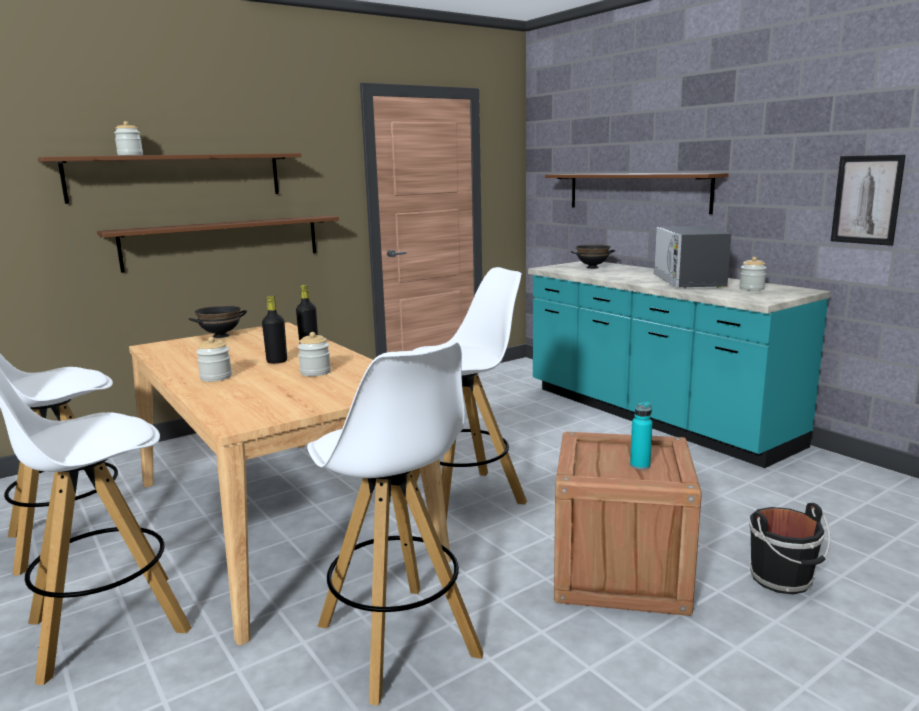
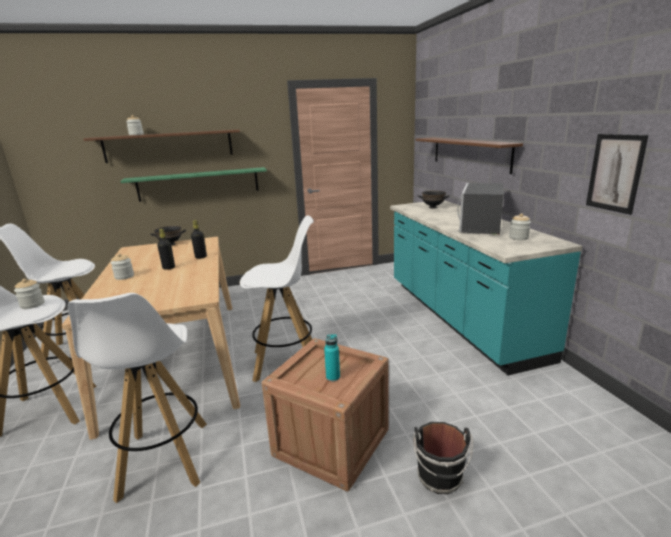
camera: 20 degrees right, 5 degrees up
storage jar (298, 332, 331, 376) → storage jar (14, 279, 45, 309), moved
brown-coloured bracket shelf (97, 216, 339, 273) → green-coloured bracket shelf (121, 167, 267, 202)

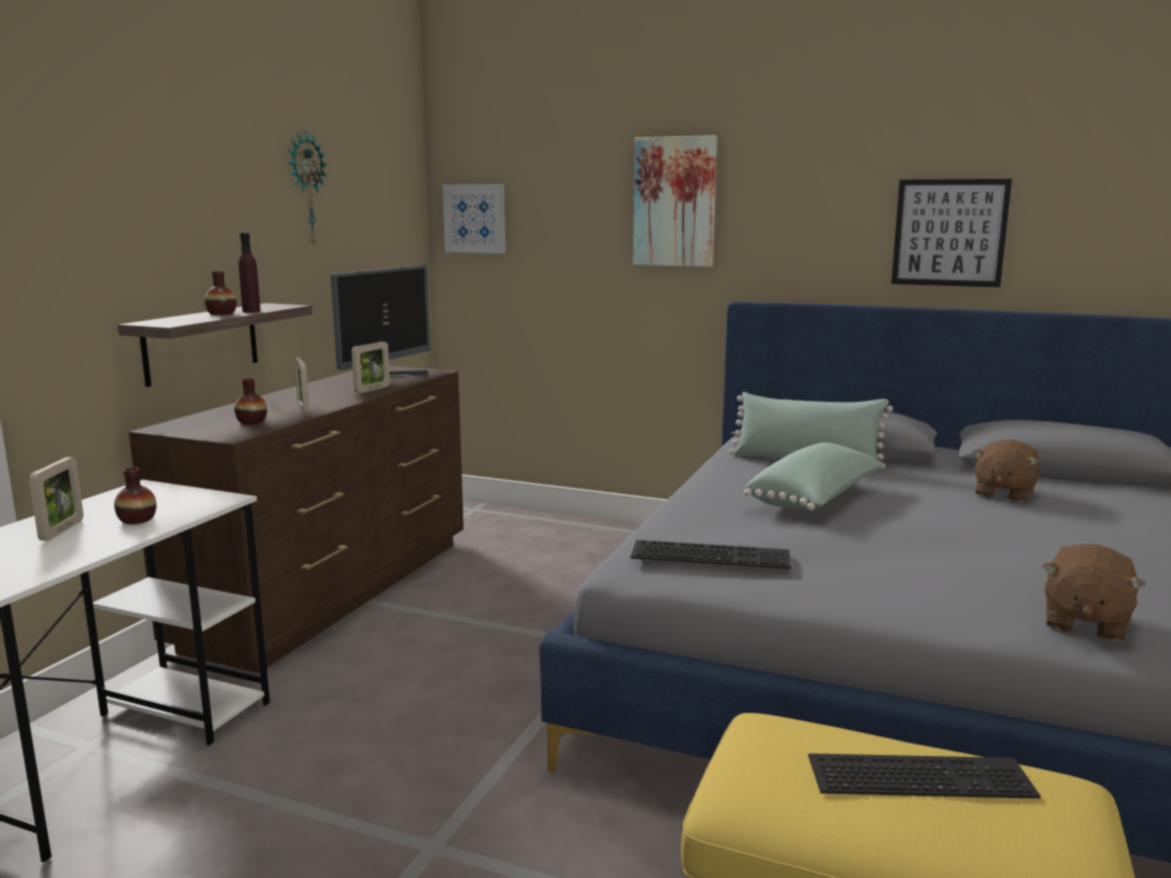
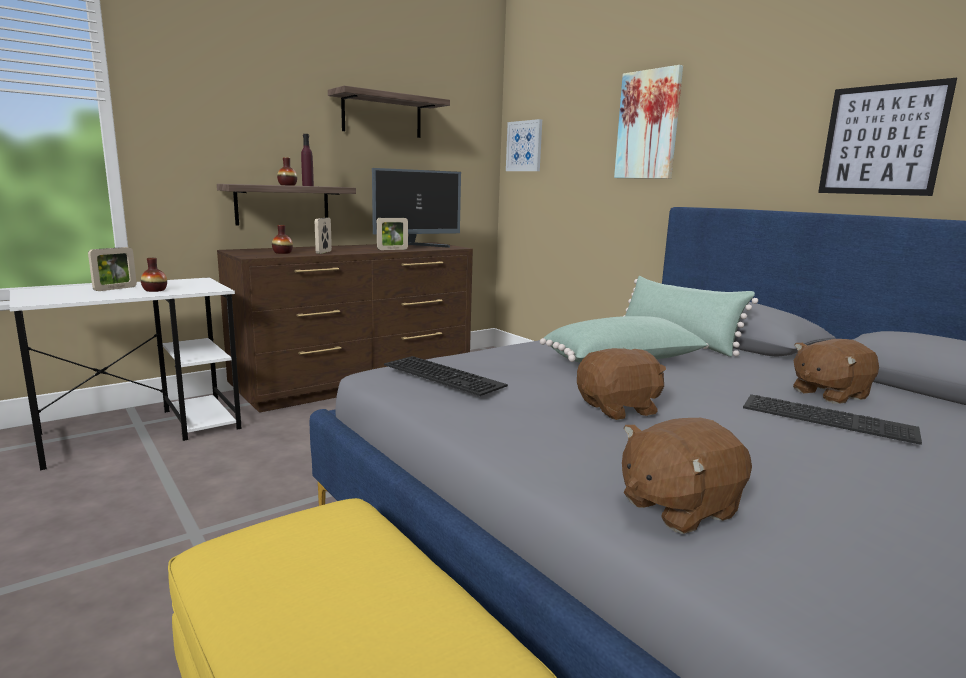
camera: 30 degrees right, 0 degrees up
hanging clock (287, 131, 328, 245) → bracket shelf (328, 86, 450, 138)
- → brown-coloured soft toy (577, 348, 666, 420)
computer keyboard (808, 753, 1041, 799) → computer keyboard (743, 394, 922, 445), moved

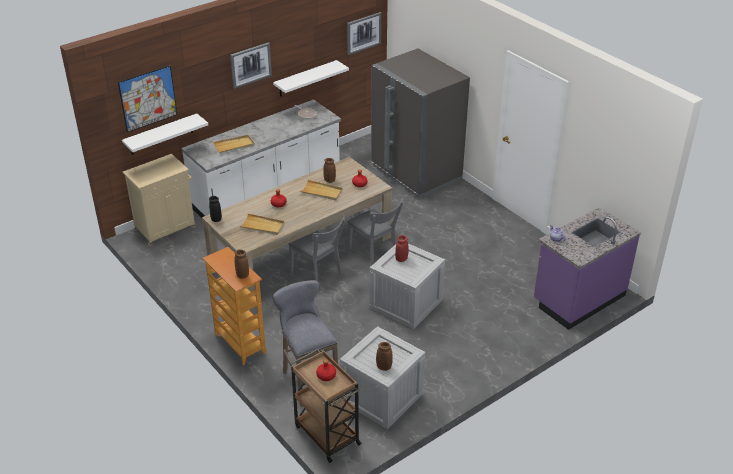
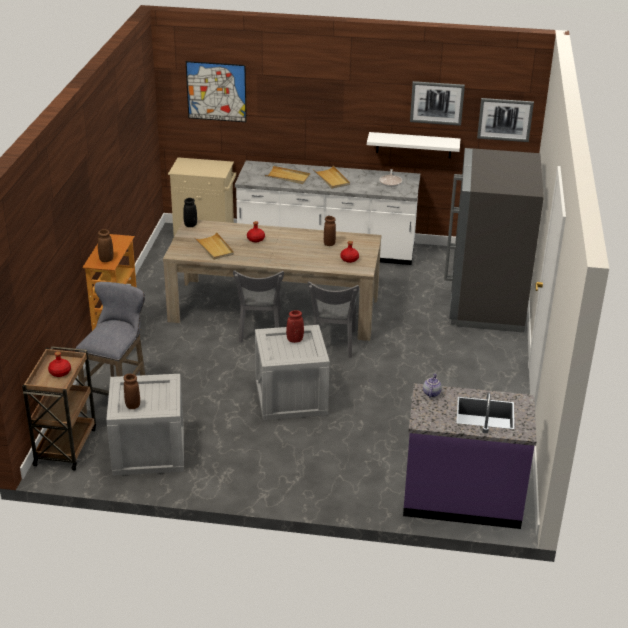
camera: 45 degrees right, 5 degrees down
beige-coloured serving tray (300, 180, 343, 200) → beige-coloured serving tray (313, 166, 350, 188), moved
picture (230, 42, 272, 89) → picture (410, 81, 465, 126), moved
whitish bracket shelf (122, 114, 208, 155) → -

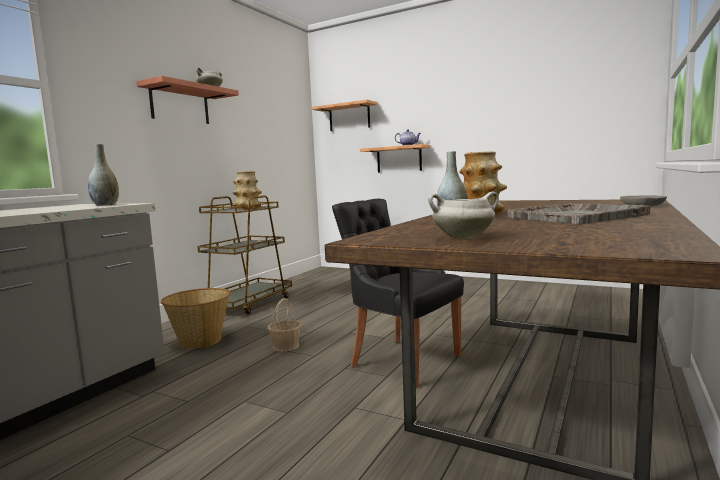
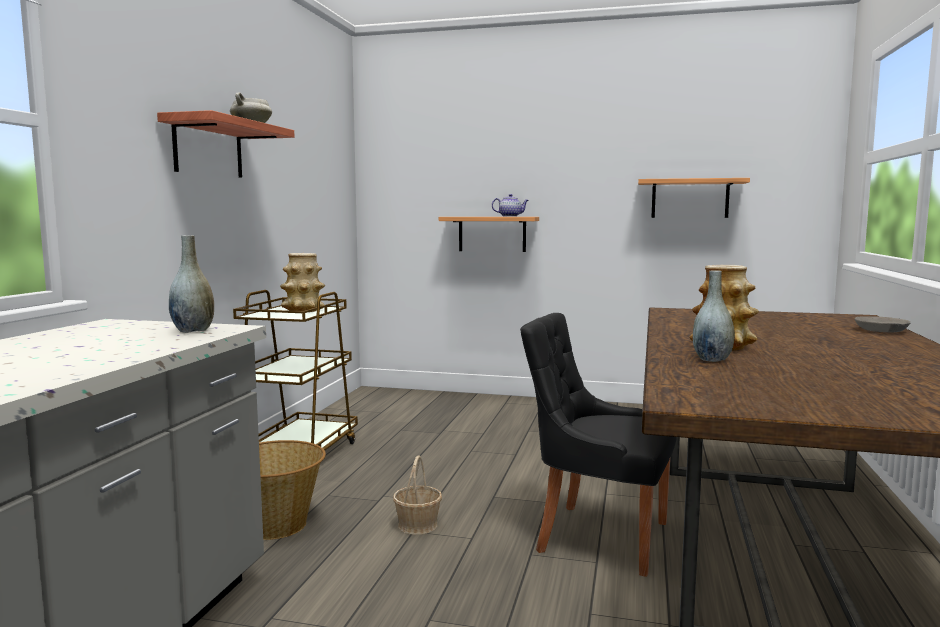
camera: 15 degrees left, 0 degrees up
bracket shelf (311, 100, 377, 131) → bracket shelf (638, 178, 750, 218), moved
whitish cooking pot (428, 192, 498, 239) → -
greyish serving tray (507, 203, 650, 224) → -

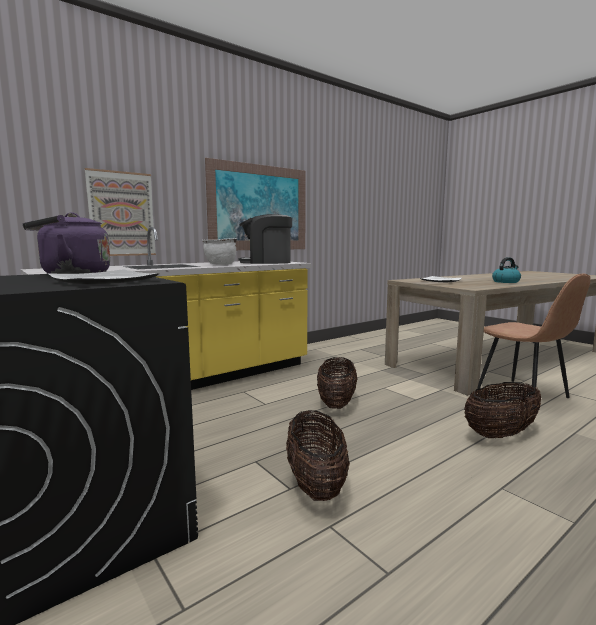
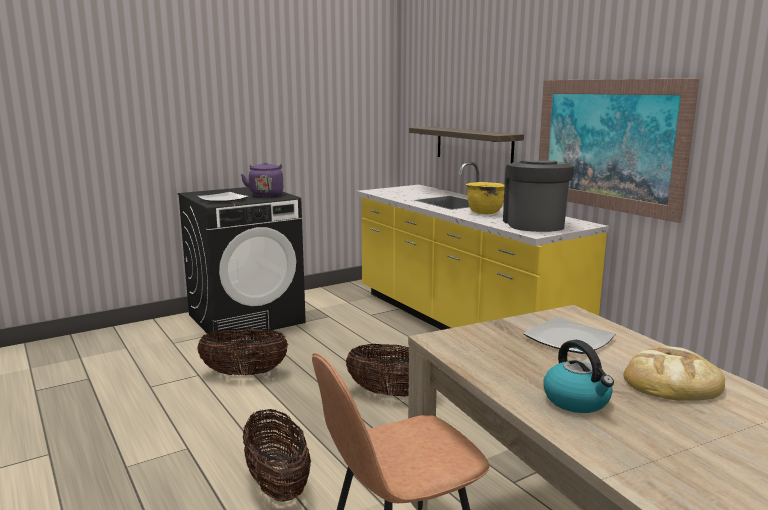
camera: 95 degrees right, 5 degrees up
picture (85, 168, 156, 256) → bracket shelf (409, 127, 524, 163)
whitish cooking pot (202, 238, 237, 265) → yellow-coloured cooking pot (466, 182, 505, 214)
- → bread (624, 346, 725, 401)

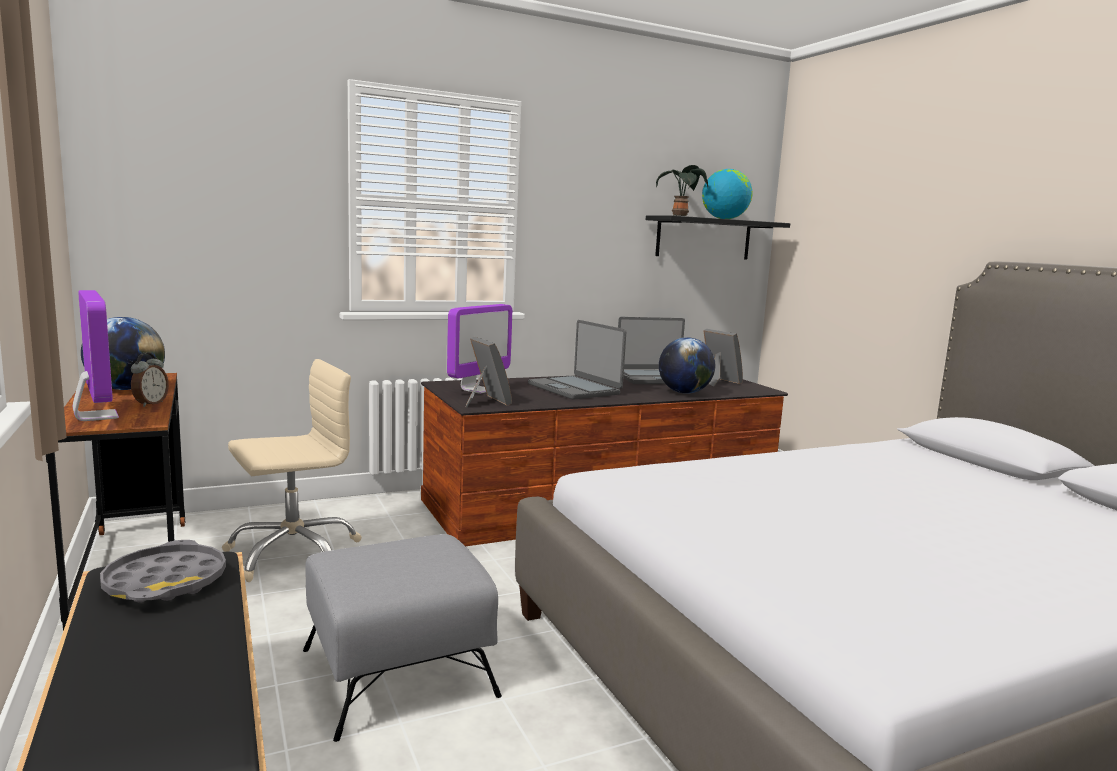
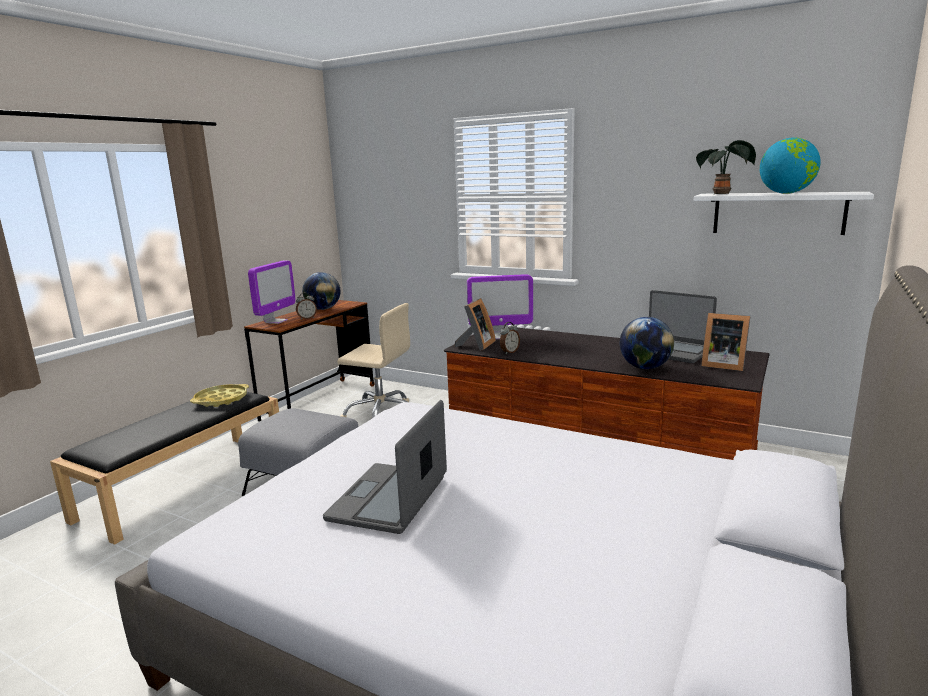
camera: 55 degrees right, 5 degrees up
greyish serving tray (100, 540, 226, 602) → yellow-coloured serving tray (190, 384, 249, 407)
laptop (528, 320, 626, 400) → laptop (323, 400, 447, 534), moved
- → table clock (500, 322, 520, 354)
black bracket shelf (646, 215, 790, 260) → whitish bracket shelf (694, 192, 874, 235)
picture frame (703, 329, 743, 386) → picture frame (701, 313, 750, 371), 105 degrees clockwise

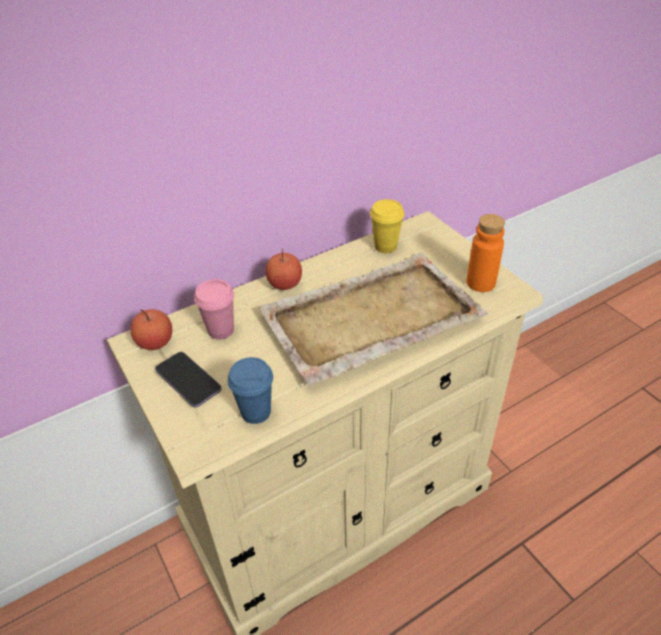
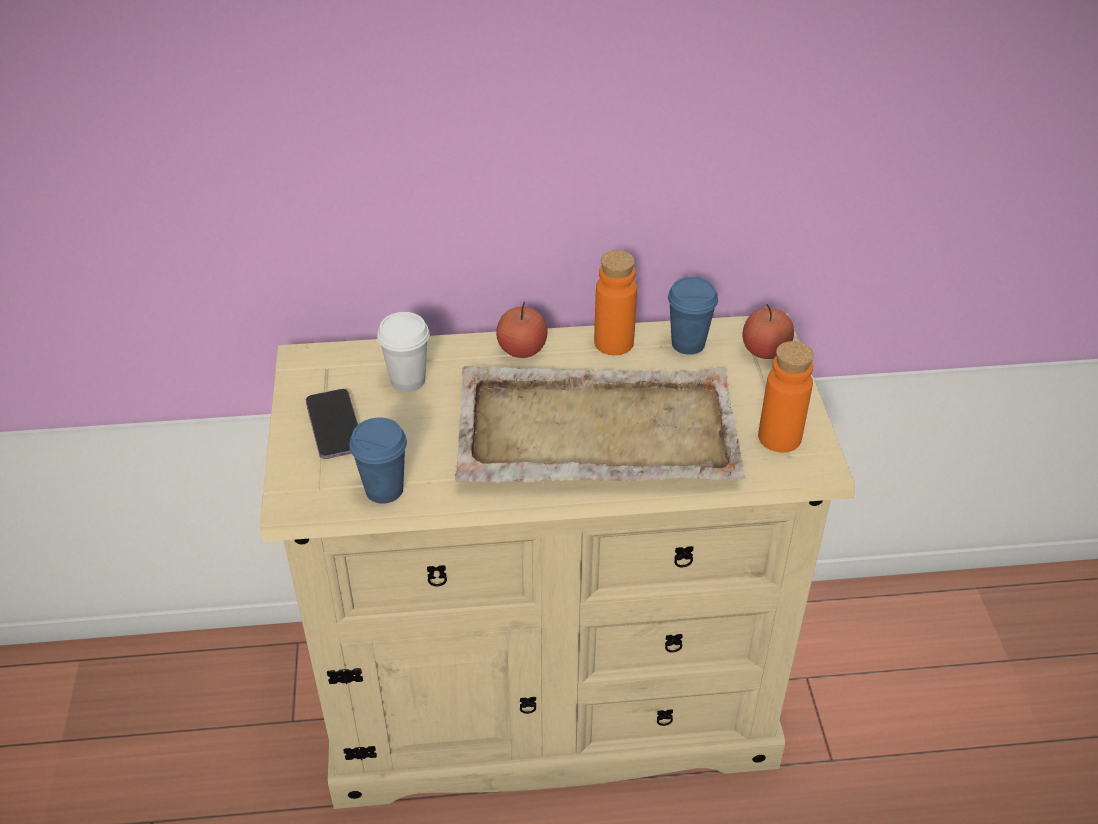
camera: 25 degrees right, 0 degrees up
pinkish drinking cup (194, 279, 234, 339) → whitish drinking cup (377, 312, 429, 392)
- → orange-coloured drink bottle (594, 250, 637, 355)
yellow-coloured drinking cup (370, 199, 404, 253) → bluish drinking cup (668, 277, 718, 355)
apple fruit (131, 309, 172, 350) → apple fruit (743, 304, 794, 359), moved

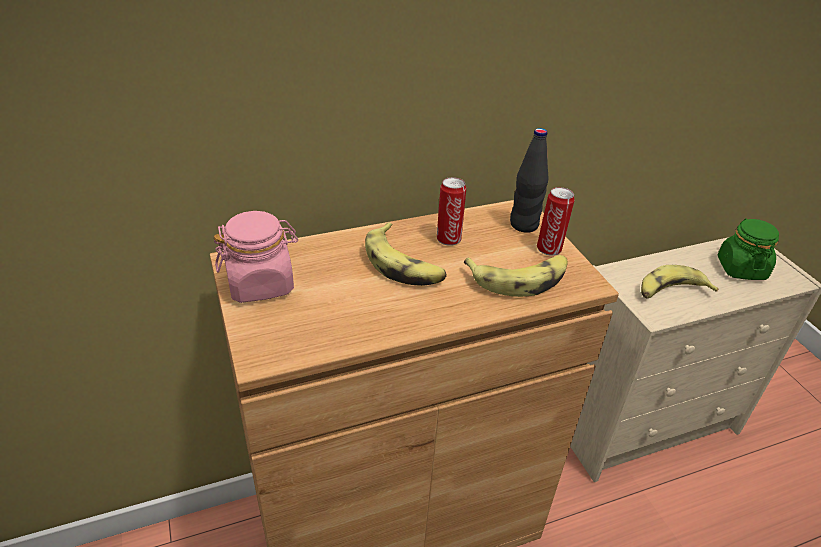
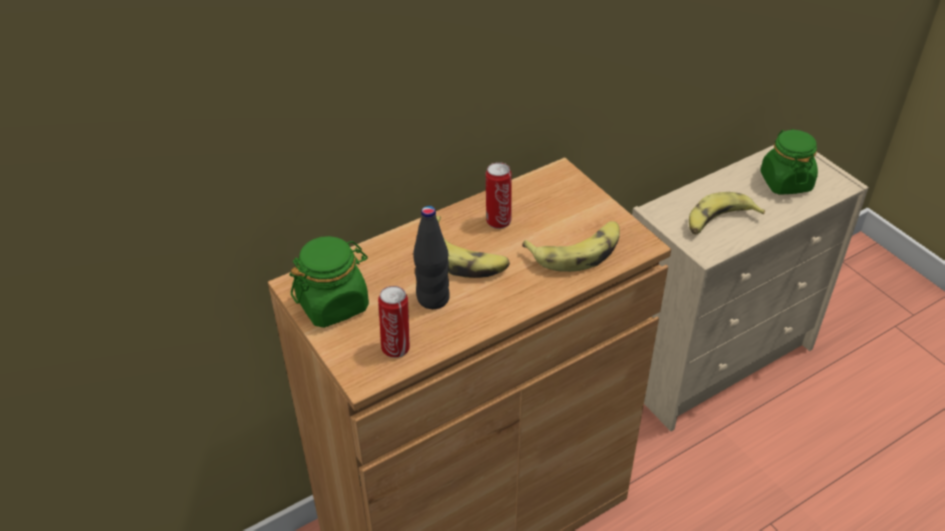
camera: 10 degrees left, 5 degrees up
pinkish storage jar (214, 211, 298, 303) → green-coloured storage jar (290, 236, 369, 328)
metal can (537, 187, 575, 256) → metal can (378, 286, 410, 358), moved
black drink bottle (510, 128, 549, 233) → black drink bottle (413, 206, 450, 309), moved

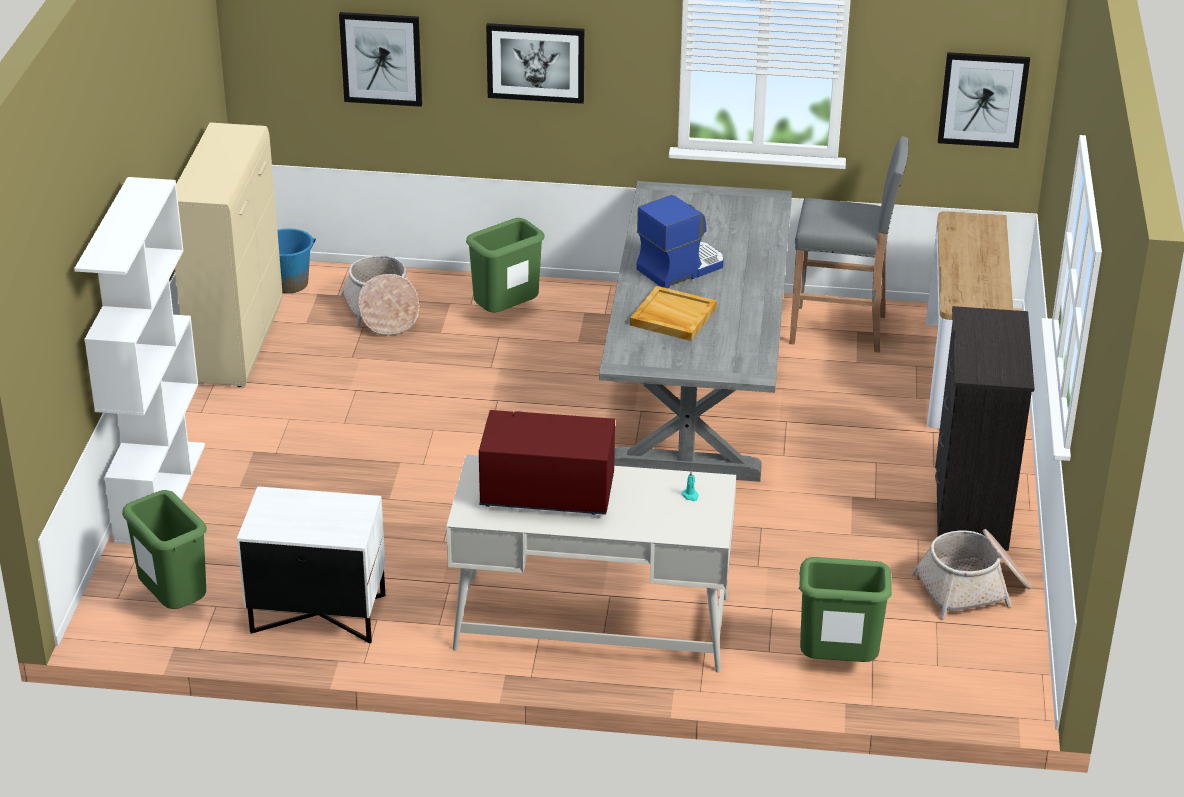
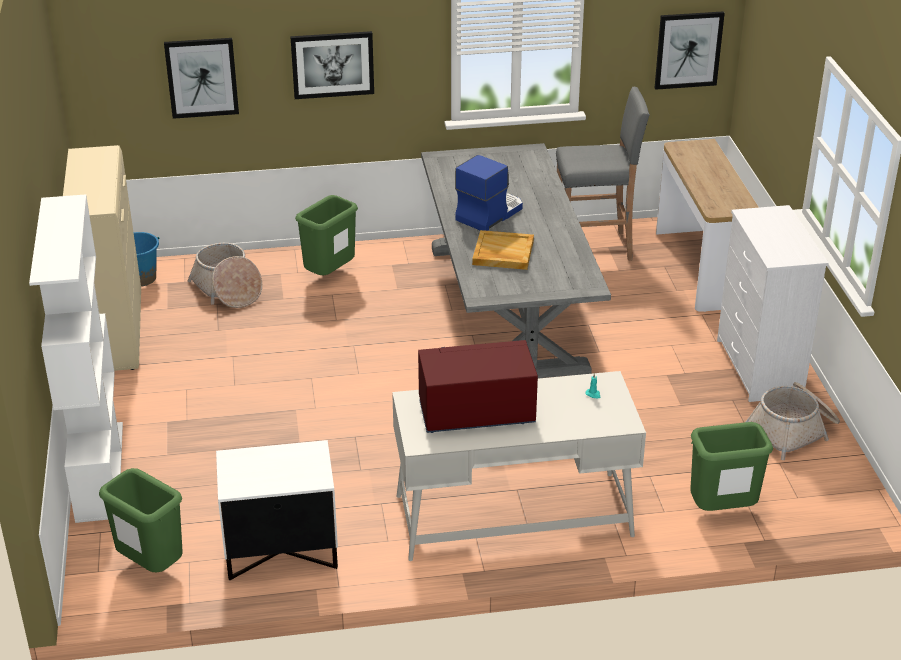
camera: 15 degrees left, 0 degrees up
black dresser (935, 306, 1034, 551) → whitish dresser (717, 205, 829, 402)

